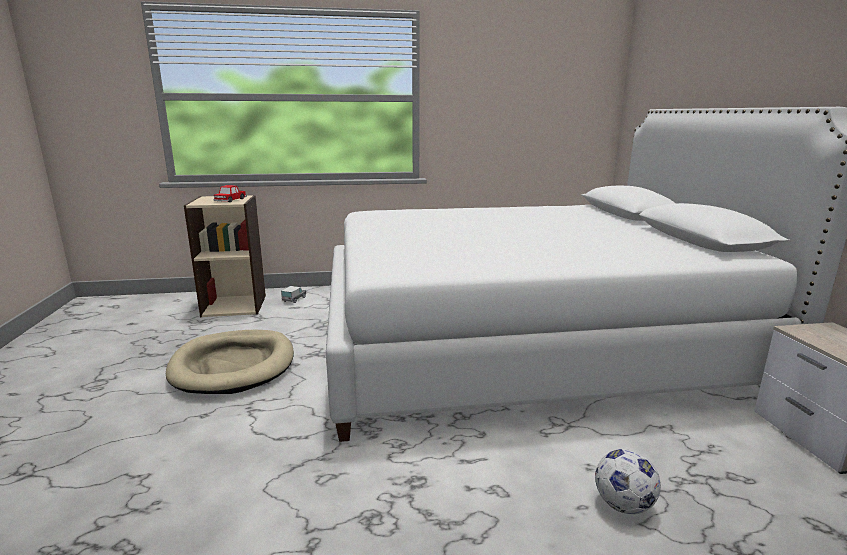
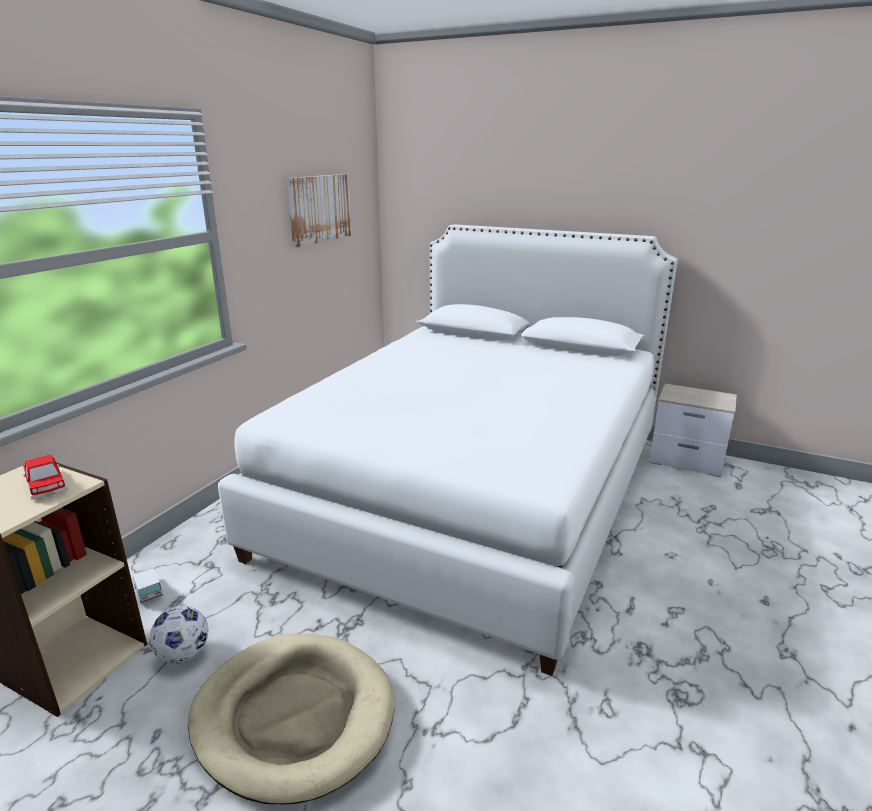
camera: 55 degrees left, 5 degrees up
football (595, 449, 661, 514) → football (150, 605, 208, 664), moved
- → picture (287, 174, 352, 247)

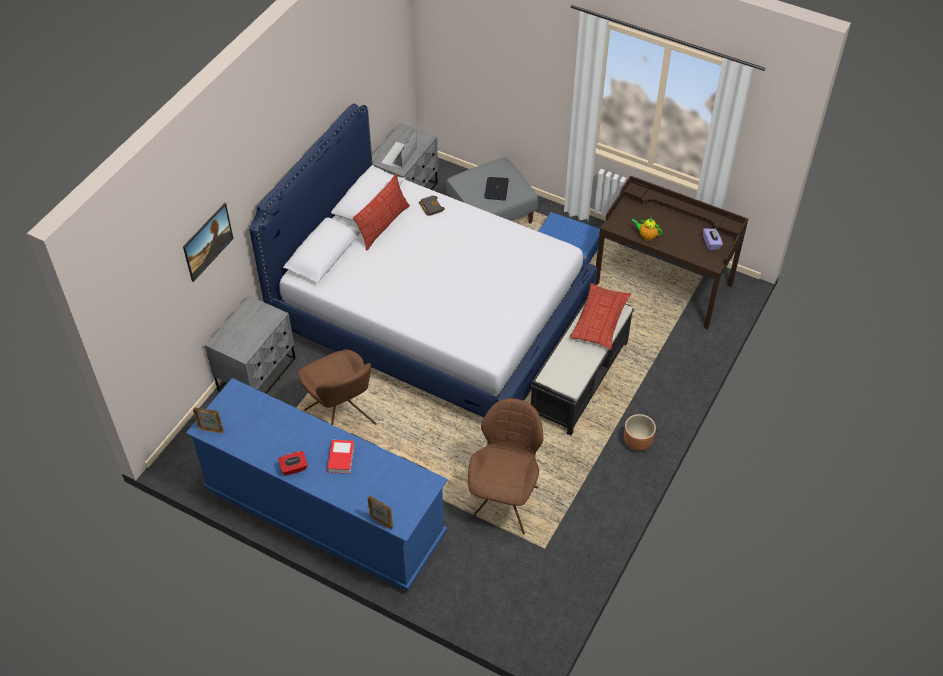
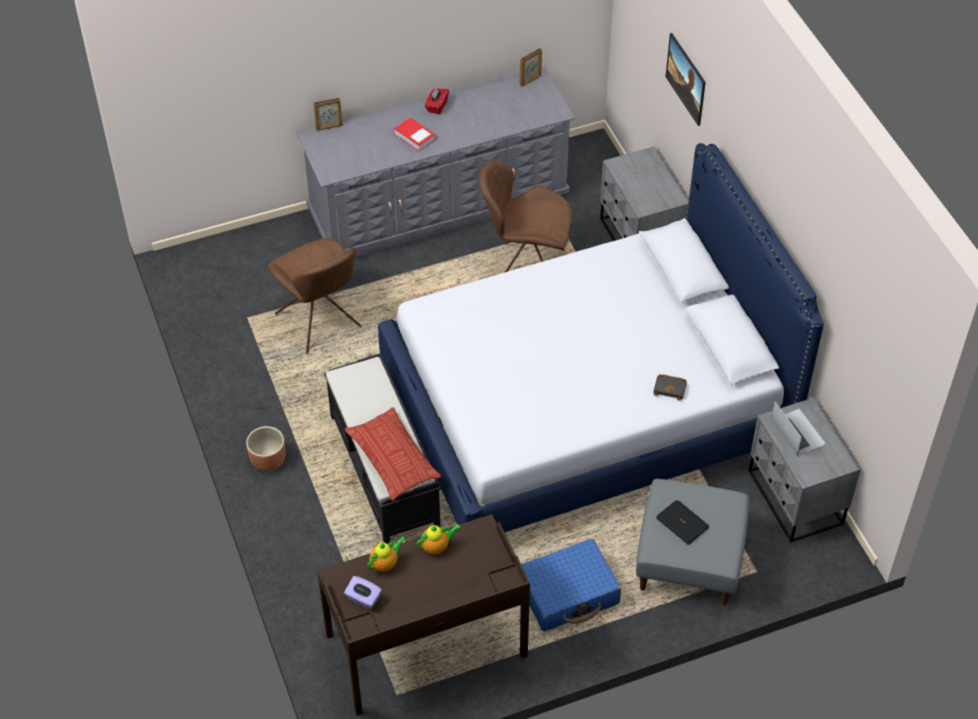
camera: 130 degrees right, 0 degrees up
bluish dresser (186, 378, 448, 591) → greyish dresser (296, 67, 576, 257)
- → pot for tea (368, 536, 406, 572)
pillow (353, 174, 410, 251) → -

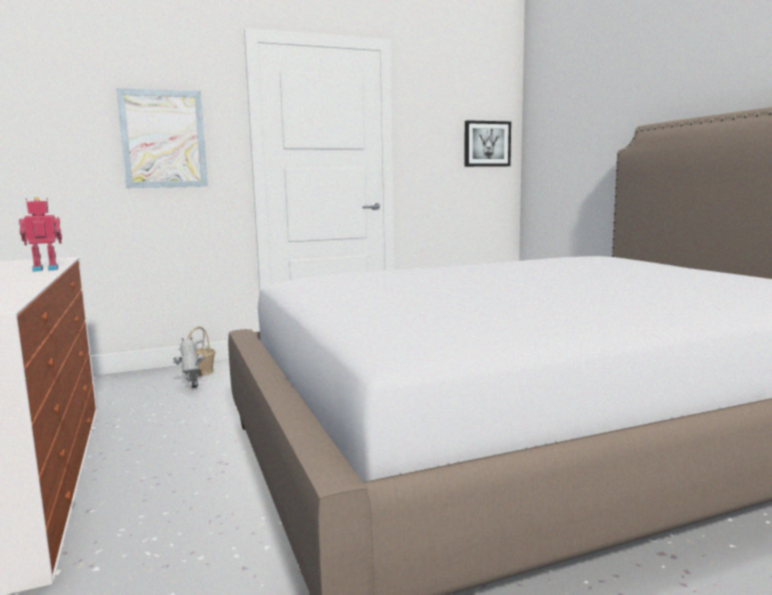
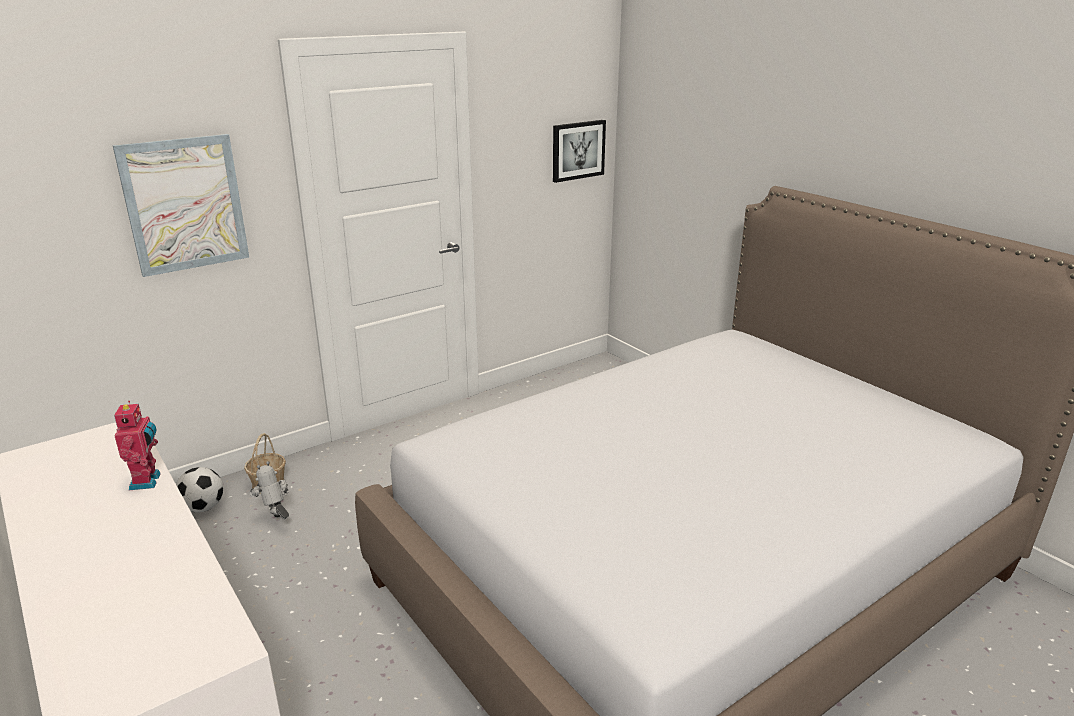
camera: 15 degrees left, 15 degrees up
robot figure (19, 197, 62, 272) → robot figure (114, 401, 161, 490), 120 degrees clockwise
- → football (176, 467, 223, 513)

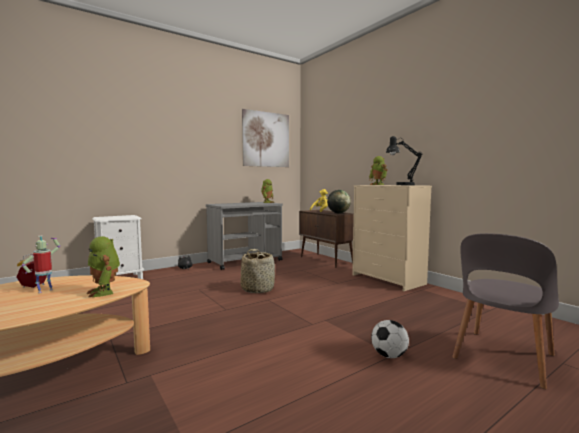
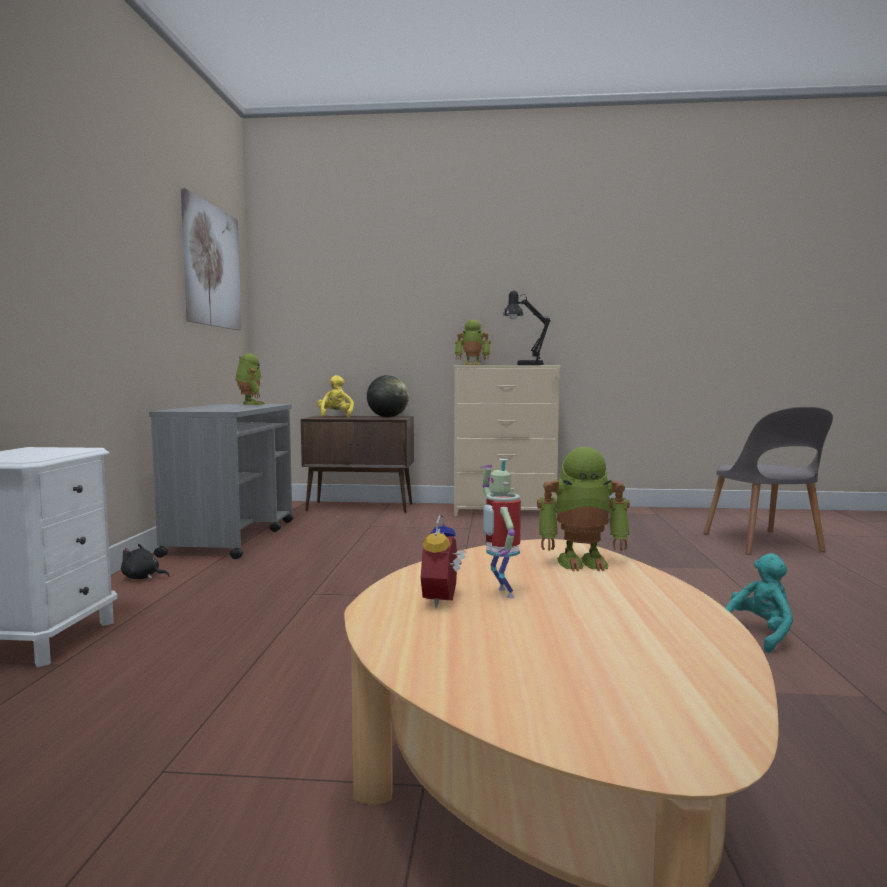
camera: 50 degrees left, 0 degrees up
- → blue-green soft toy (725, 553, 793, 653)
basket (240, 249, 275, 293) → -
football (371, 320, 409, 358) → -

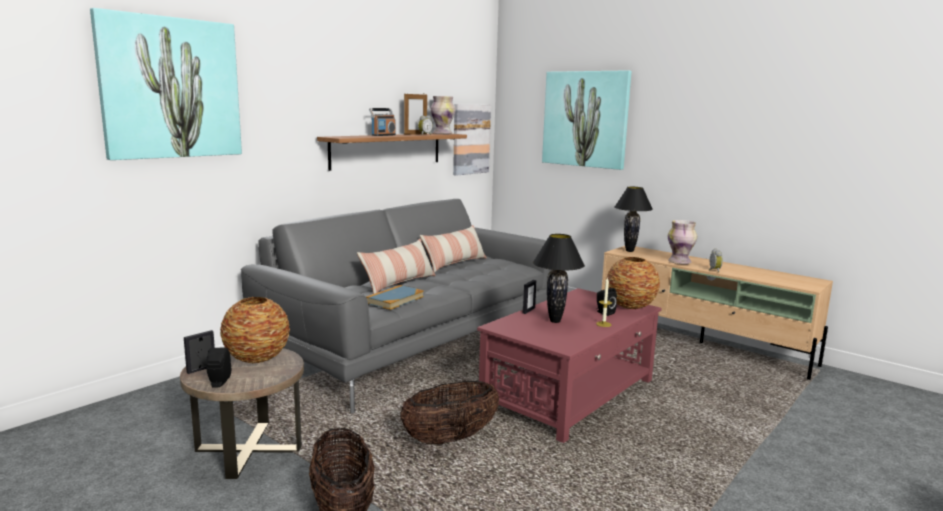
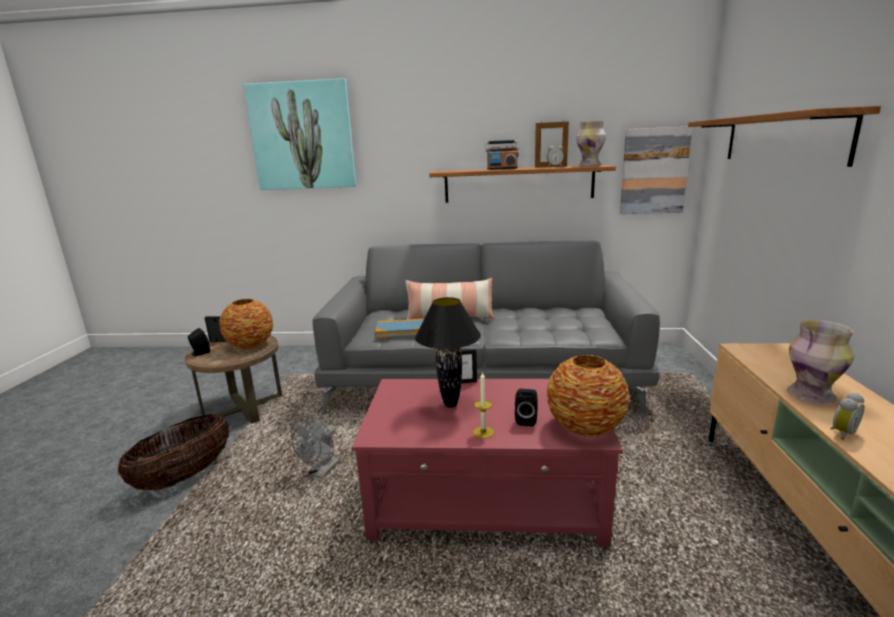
camera: 55 degrees right, 5 degrees up
basket (400, 381, 499, 444) → greyish cooling fan (291, 416, 340, 479)
picture (542, 70, 632, 170) → bracket shelf (688, 106, 881, 167)
pillow (420, 225, 487, 272) → -
black lamp for a table (615, 187, 653, 252) → -

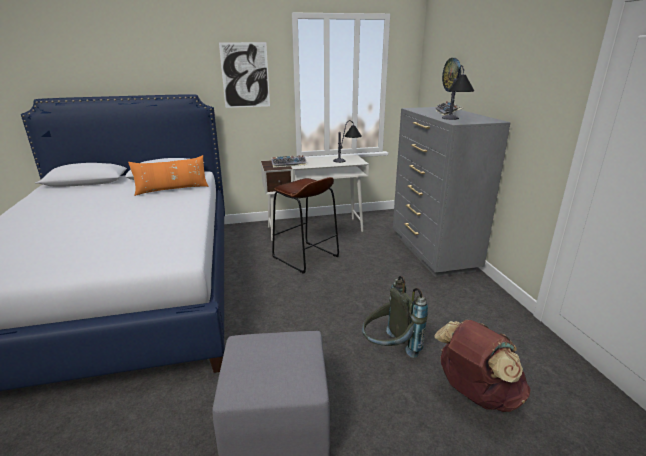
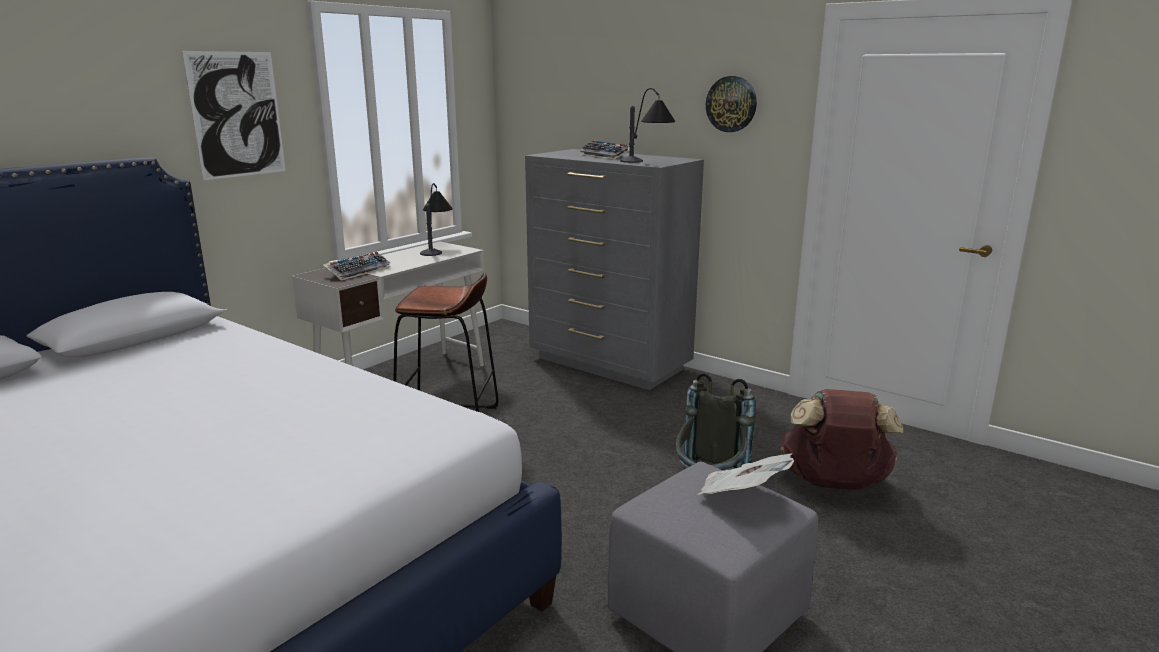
camera: 40 degrees left, 5 degrees down
- → printed paper (697, 453, 794, 495)
hanging clock (442, 58, 461, 92) → hanging clock (706, 76, 757, 132), moved
orange-coloured pillow (128, 155, 209, 196) → -

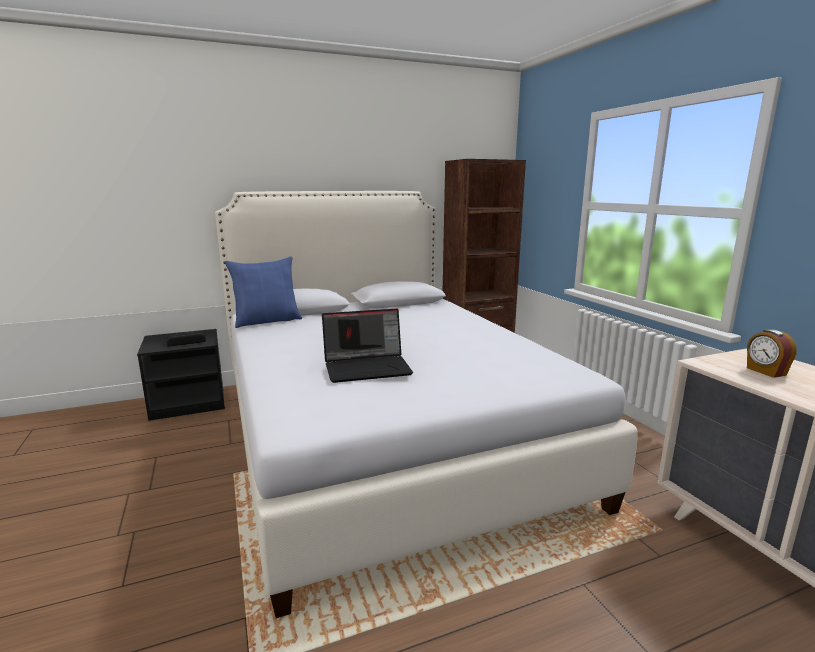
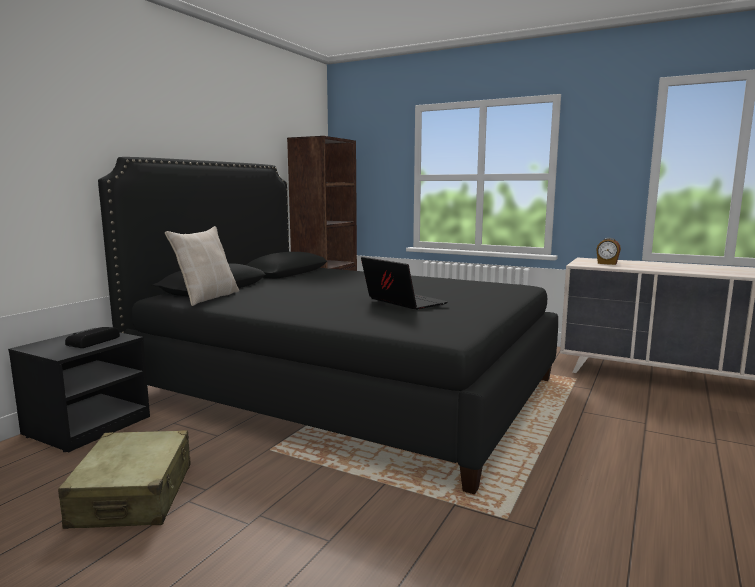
camera: 40 degrees left, 5 degrees down
- → beige-coloured piece of luggage (58, 430, 191, 529)
whitish bed (215, 191, 638, 618) → black bed (98, 157, 558, 494)
bluish pillow (225, 256, 302, 328) → beige-coloured pillow (165, 226, 239, 306)
laptop (322, 309, 413, 383) → laptop (361, 257, 448, 310), 75 degrees counterclockwise

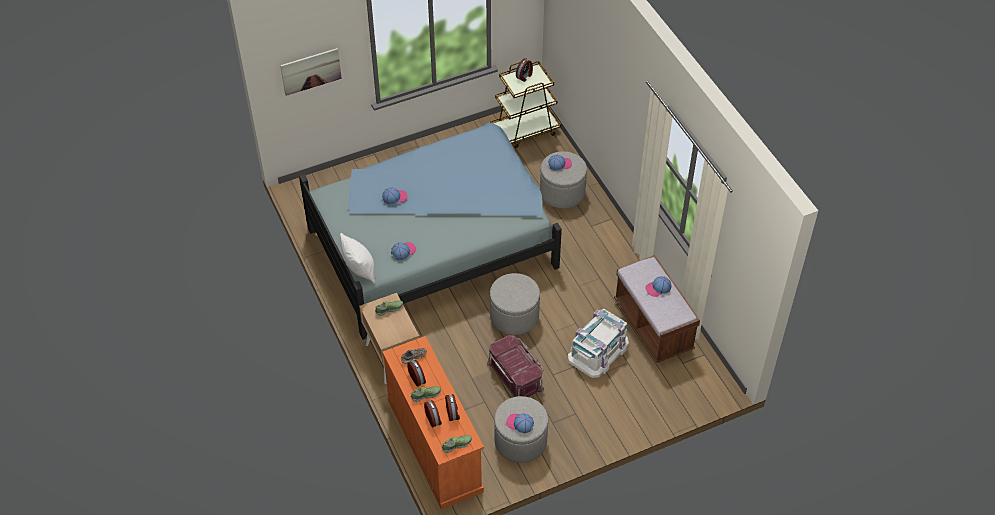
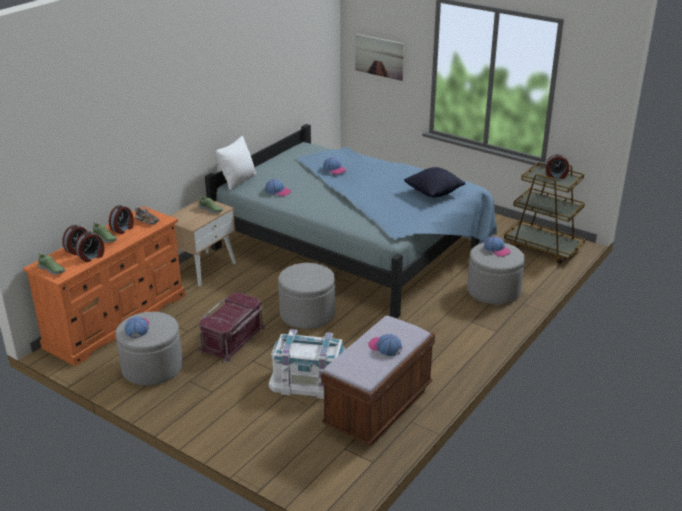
camera: 60 degrees right, 20 degrees down
- → black pillow (404, 167, 466, 197)

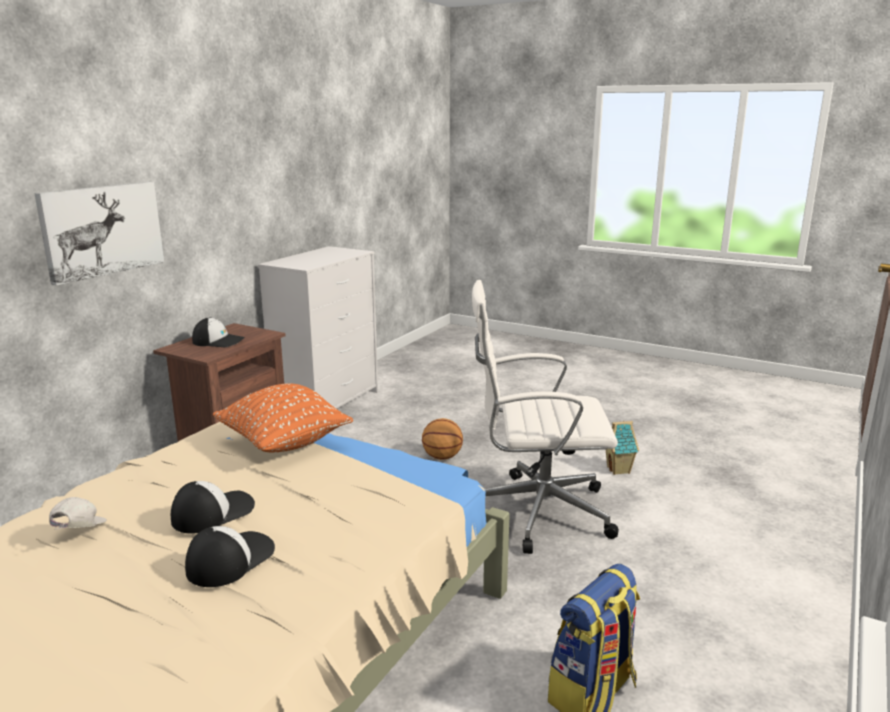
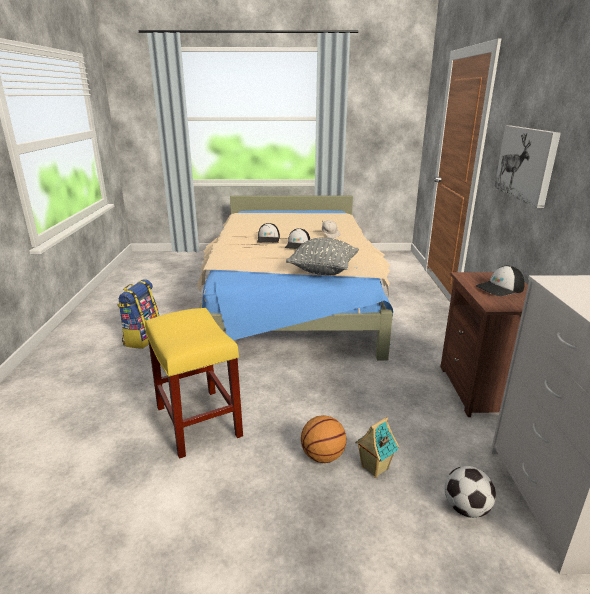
camera: 150 degrees right, 5 degrees up
whitish computer chair (472, 280, 619, 554) → yellow-coloured stool seat (145, 308, 243, 459)
orange-coloured pillow (213, 383, 353, 452) → greyish pillow (286, 237, 359, 276)
model house (605, 421, 639, 475) → model house (355, 417, 399, 478), moved
- → football (445, 466, 496, 518)

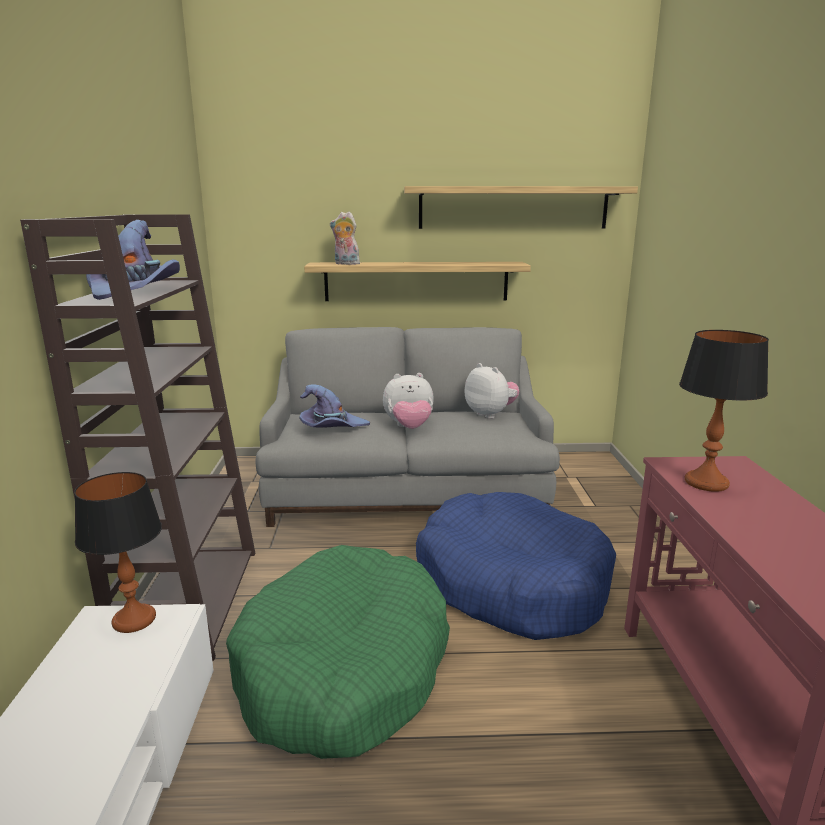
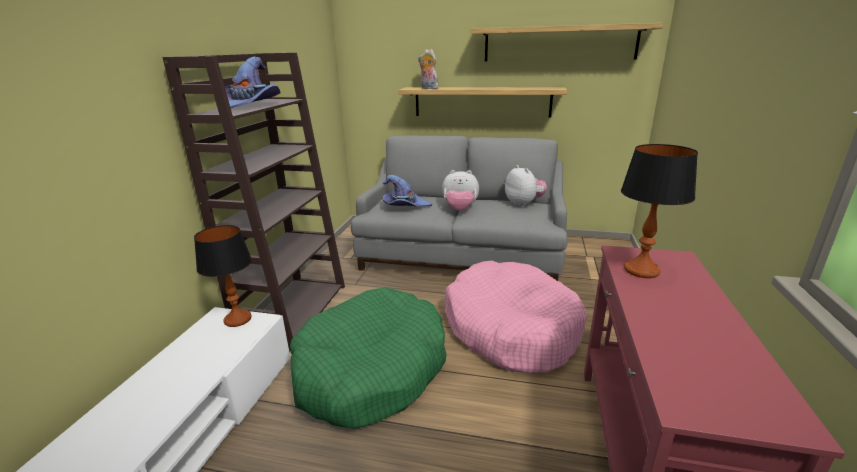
camera: 15 degrees right, 5 degrees up
bluish dog bed (416, 492, 616, 640) → pinkish dog bed (445, 261, 587, 373)

